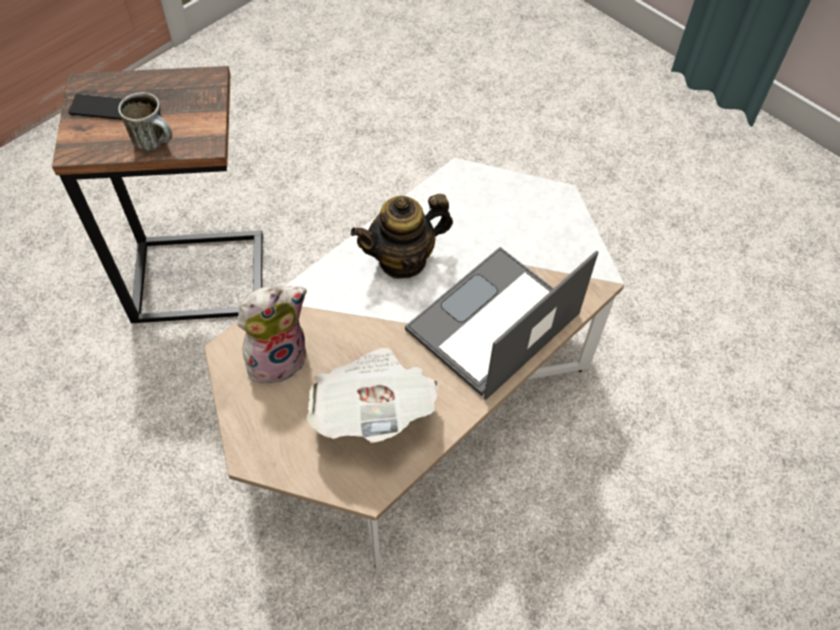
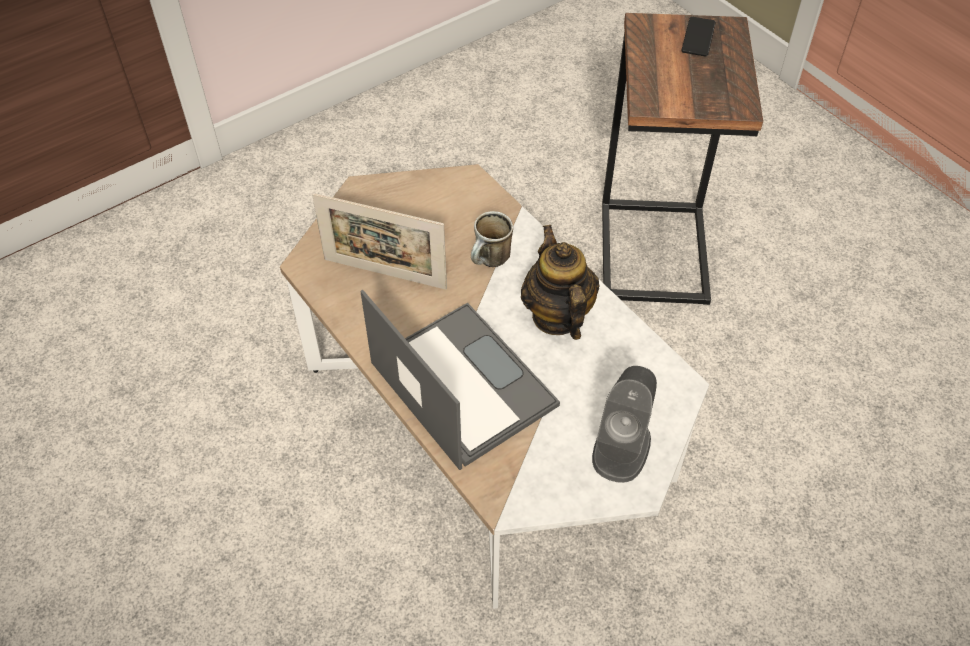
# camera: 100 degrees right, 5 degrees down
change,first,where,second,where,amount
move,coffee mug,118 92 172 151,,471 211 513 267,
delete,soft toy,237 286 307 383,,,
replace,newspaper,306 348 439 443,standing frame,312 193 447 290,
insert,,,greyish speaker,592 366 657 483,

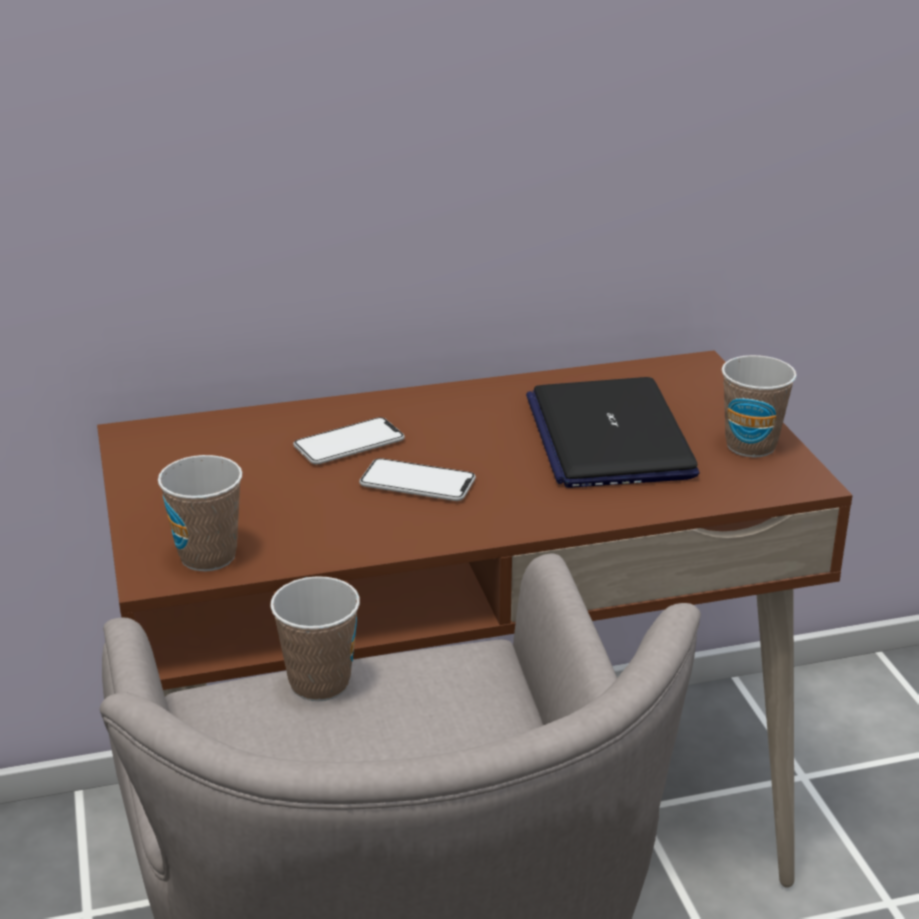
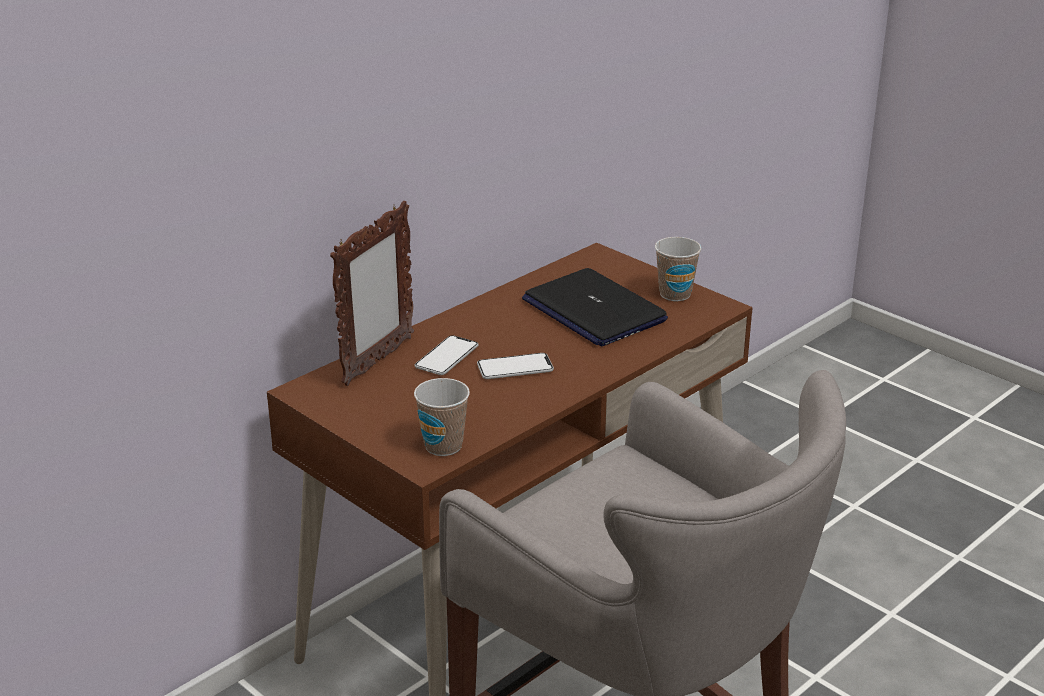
# camera: 30 degrees left, 0 degrees up
change,first,where,second,where,amount
delete,small cup,270 576 360 701,,,
insert,,,standing frame,330 201 414 386,

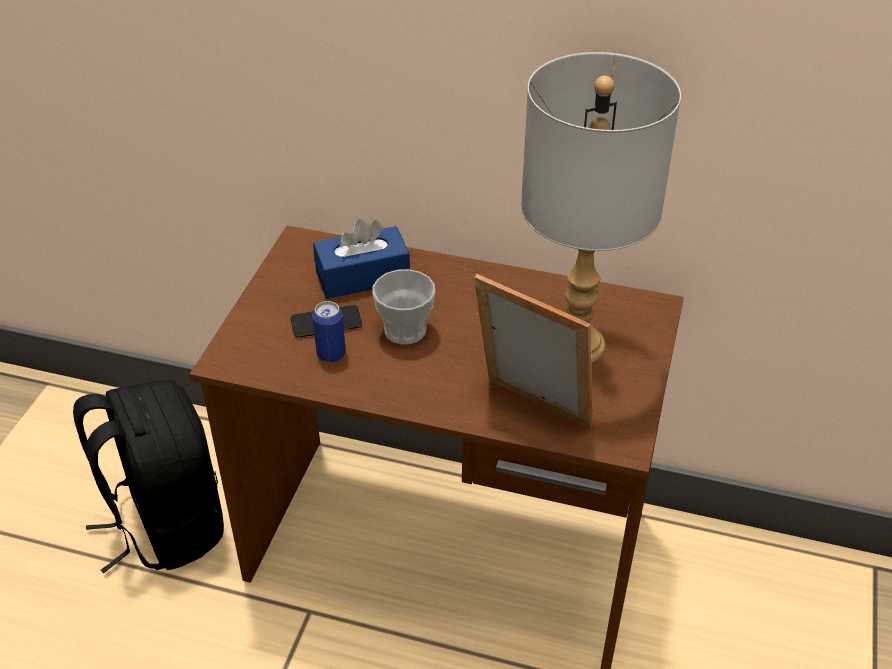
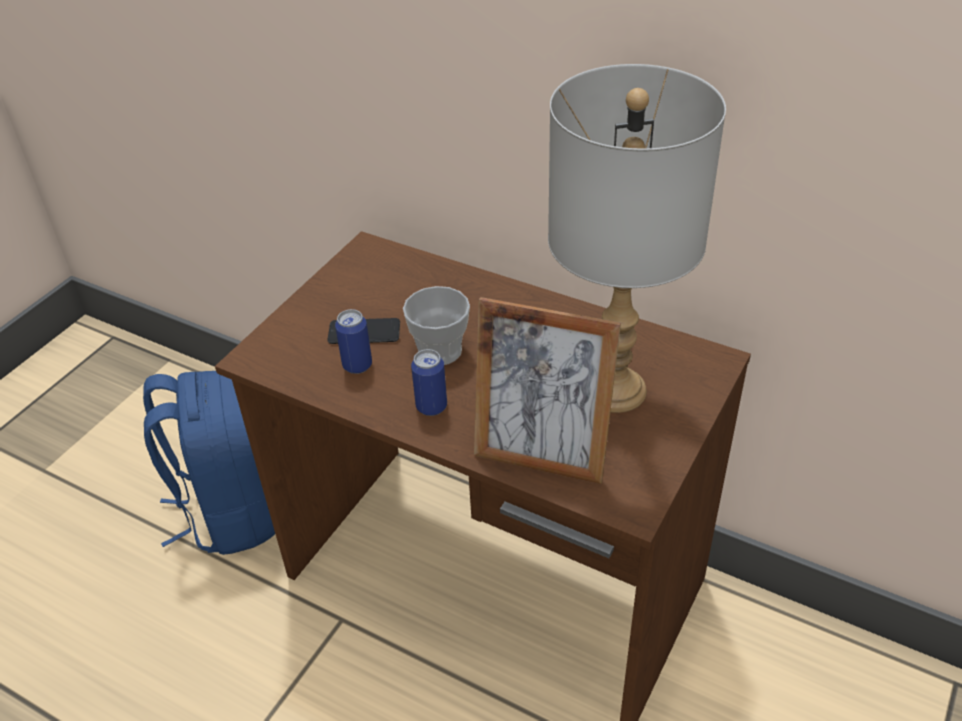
# camera: 15 degrees right, 0 degrees up
change,first,where,second,where,amount
delete,bluish tissue holder,313 219 410 299,,,
rotate,standing frame,474 274 592 429,,474 297 621 484,150 degrees clockwise
recolor,blackish rucksack,73 380 224 573,bluish rucksack,143 371 275 555,
insert,,,sealed can,411 349 447 416,

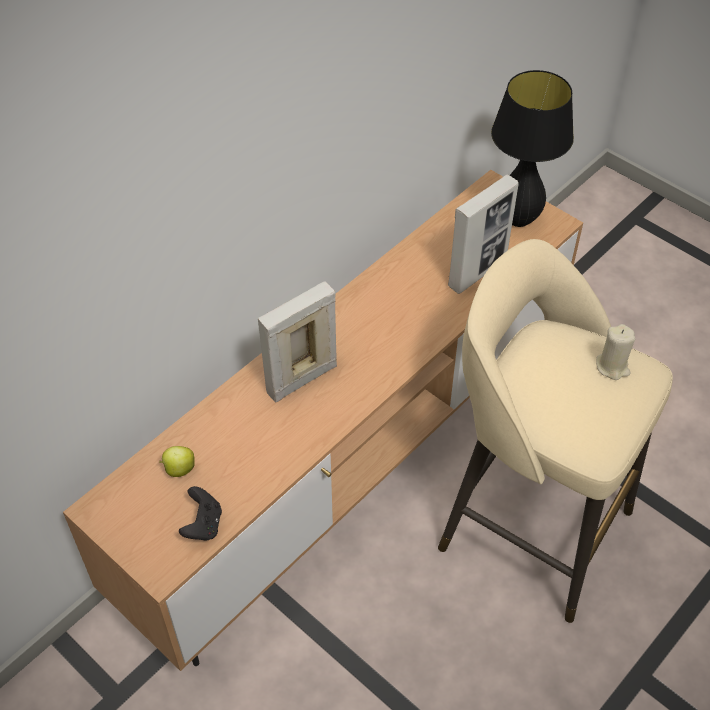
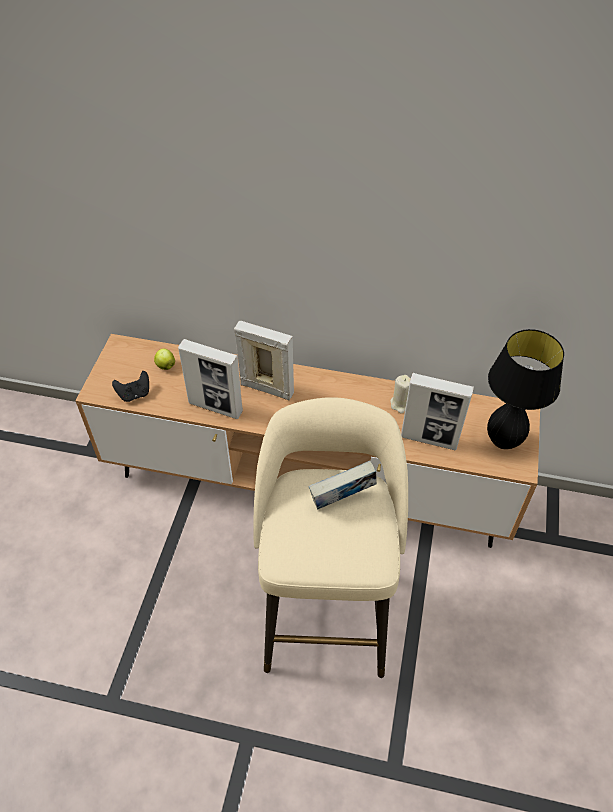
# camera: 60 degrees right, 0 degrees up
change,first,where,second,where,amount
move,beige candle,596 324 635 380,,390 375 411 414,
insert,,,standing frame,178 339 243 419,
insert,,,bound book,309 461 377 510,

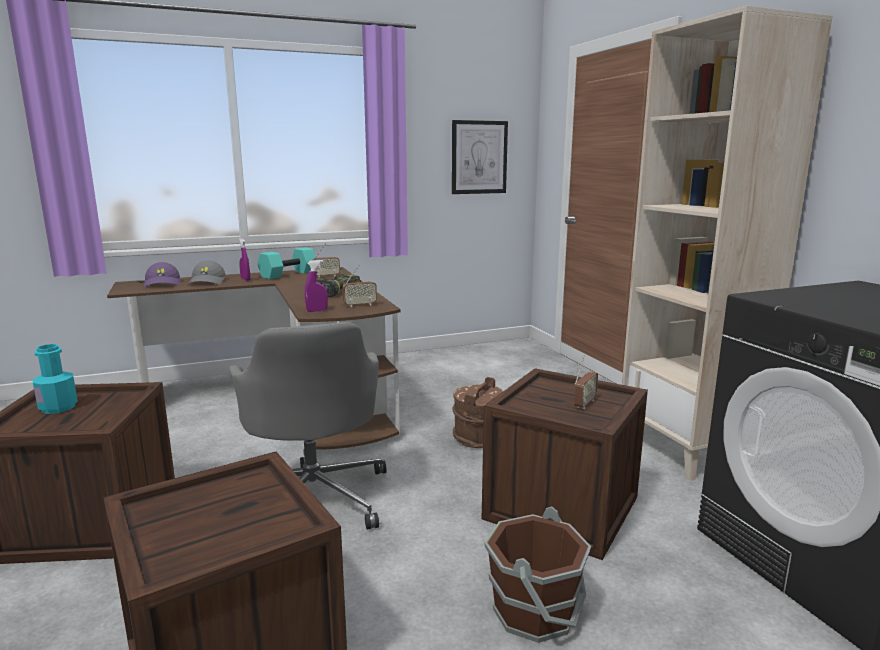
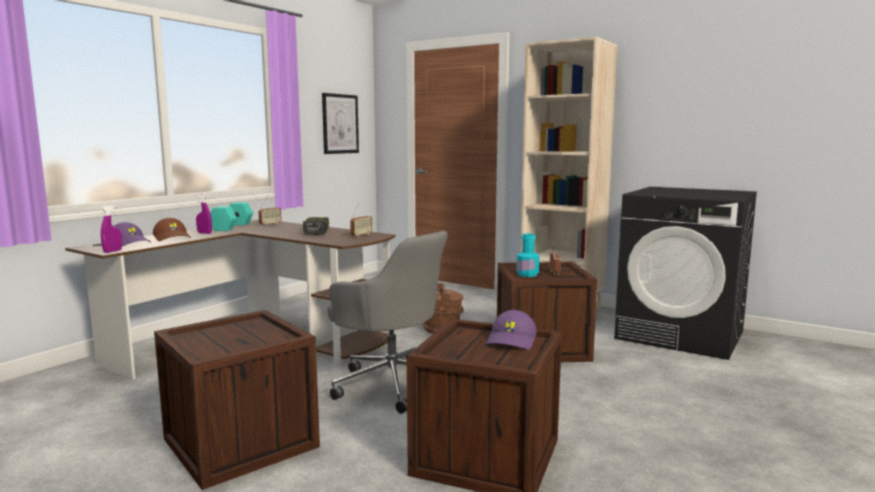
# camera: 35 degrees left, 5 degrees down
change,first,where,second,where,amount
move,purple-coloured sprayer,305 260 328 312,,101 205 122 253,
recolor,greyish peaked cap,188 261 226 284,brownish peaked cap,153 218 191 241,
move,blue-green beverage bottle,33 344 78 414,,516 234 539 277,
delete,brownish bucket,485 506 591 643,,,
insert,,,purple-coloured peaked cap,486 310 537 349,

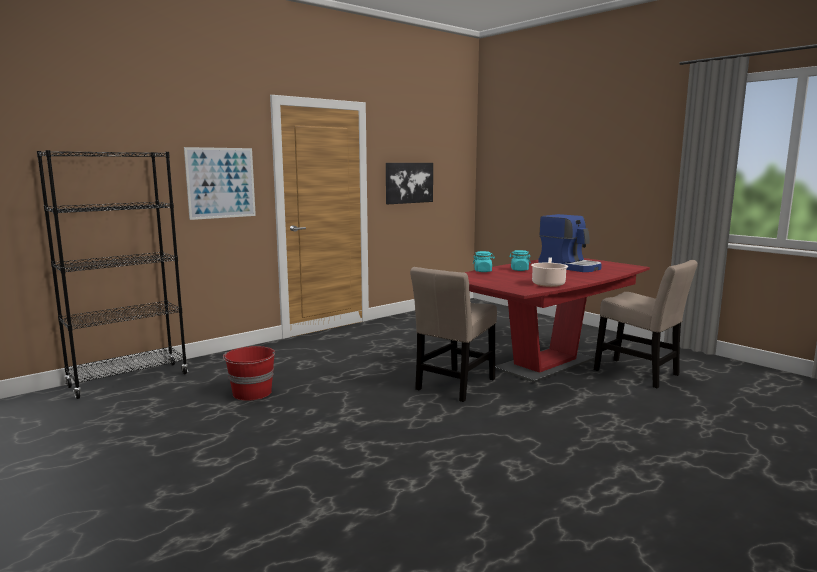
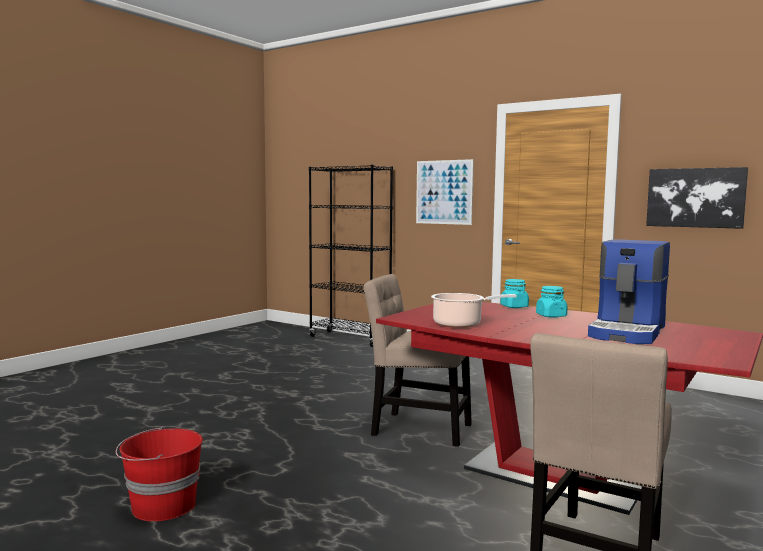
# camera: 75 degrees right, 5 degrees down
change,first,where,second,where,amount
move,red bucket,223 346 275 401,,116 426 203 522,

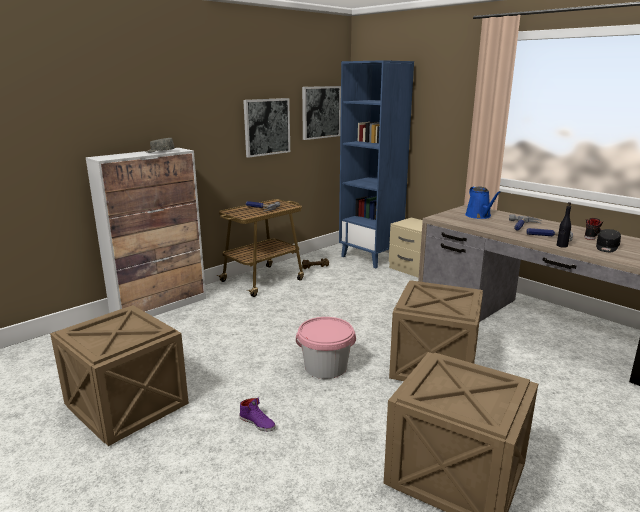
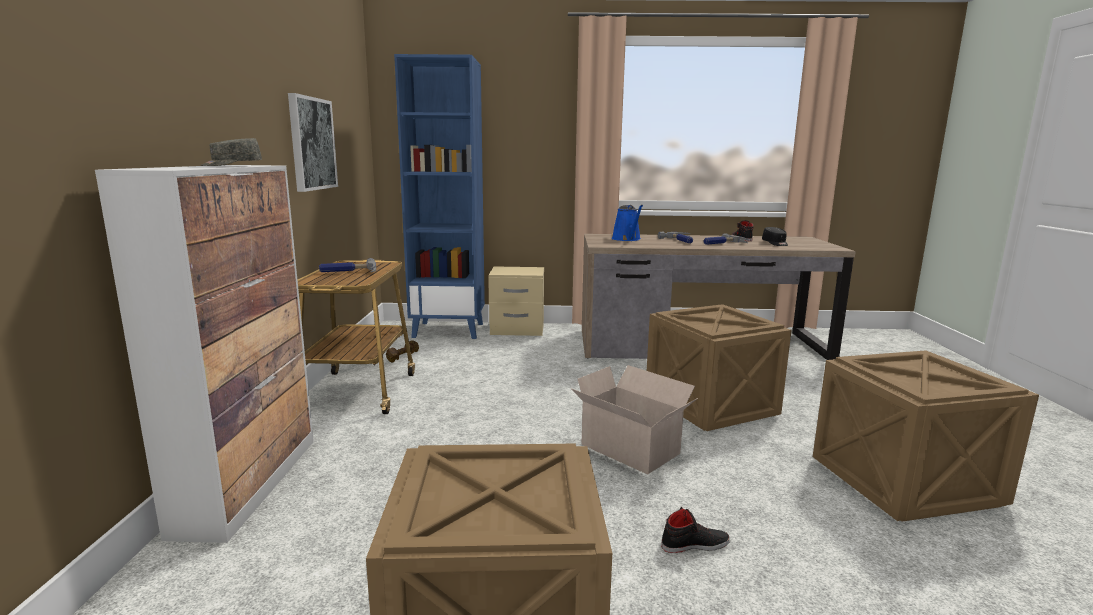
# camera: 45 degrees left, 5 degrees down
change,first,where,second,where,amount
delete,wall picture,302 86 341 140,,,
rotate,bluish sprinkling can,465 186 501 219,,612 205 643 241,45 degrees clockwise
delete,blackish beverage bottle,557 202 571 248,,,
replace,pinkish bucket,296 317 356 379,cardboard box,571 365 698 475,
recolor,purple-coloured item of footwear,239 398 275 432,blackish item of footwear,661 507 730 553,

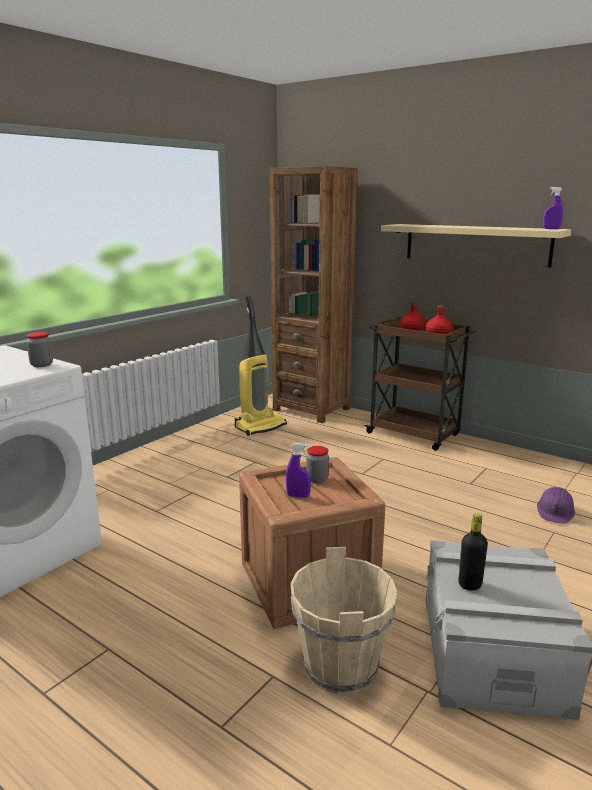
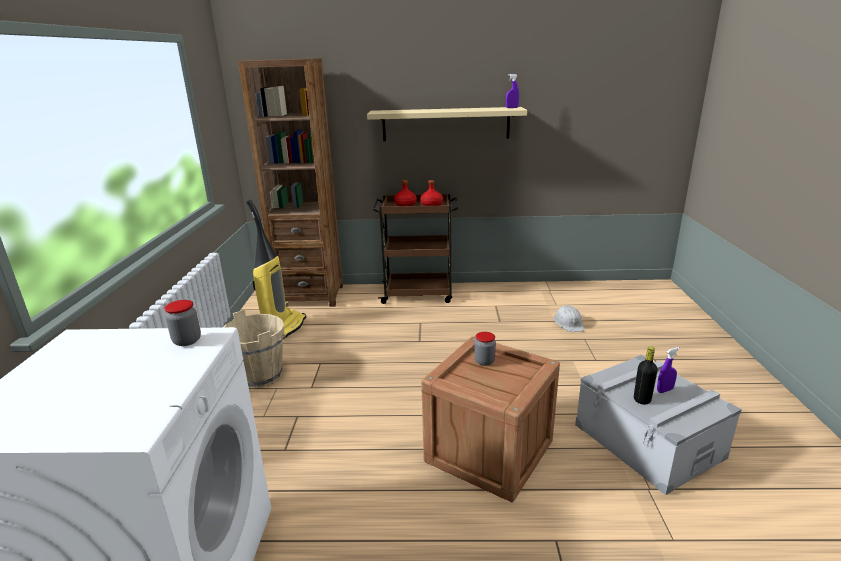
# camera: 35 degrees left, 5 degrees up
change,first,where,second,where,amount
move,purple-coloured sprayer,286 443 311 498,,657 347 680 393,
recolor,purple-coloured safety helmet,537 487 575 524,white-coloured safety helmet,554 305 584 332,
move,beige bucket,291 547 397 694,,224 310 285 388,

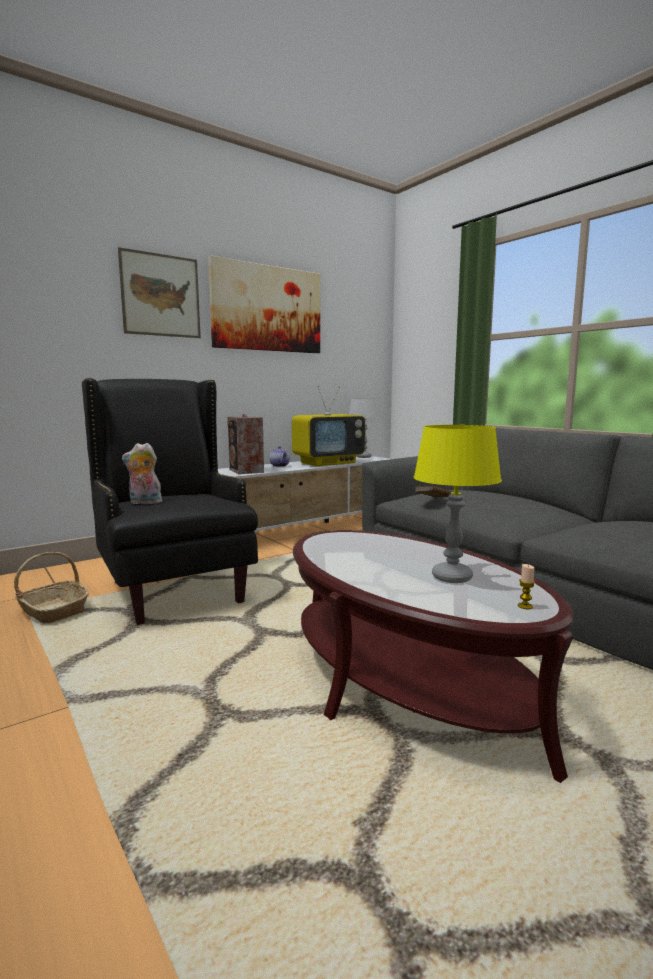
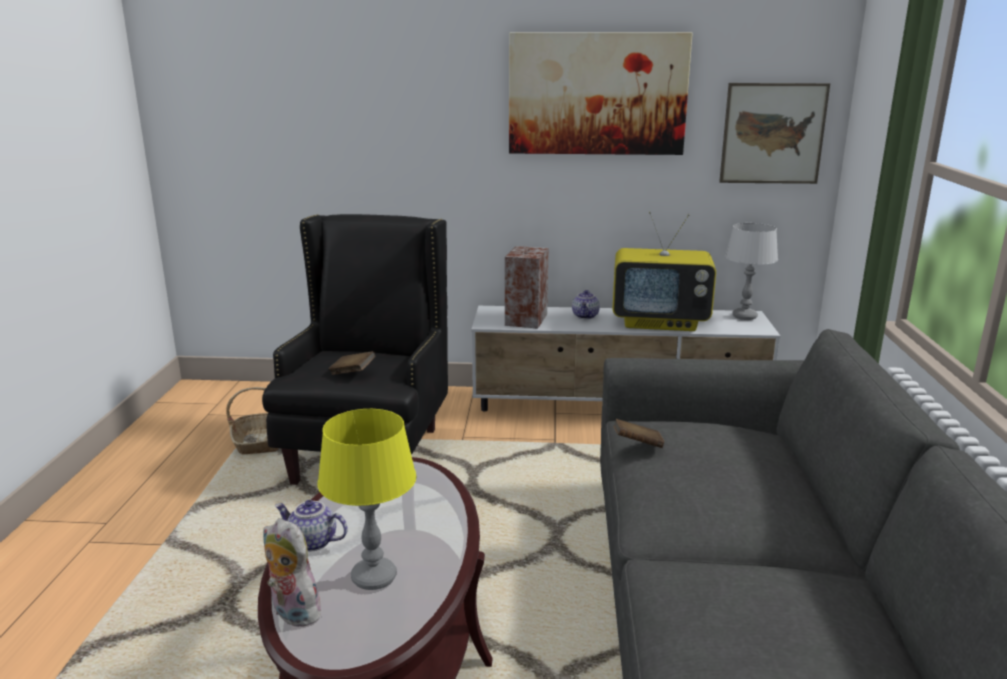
# camera: 40 degrees right, 10 degrees up
change,first,where,second,where,amount
move,wall picture,118 247 201 338,,719 83 830 184,
move,soft toy,122 443 162 504,,263 518 325 627,
delete,candle,518 564 535 609,,,
insert,,,brownish bound book,329 351 376 375,
insert,,,teapot,275 500 347 552,

